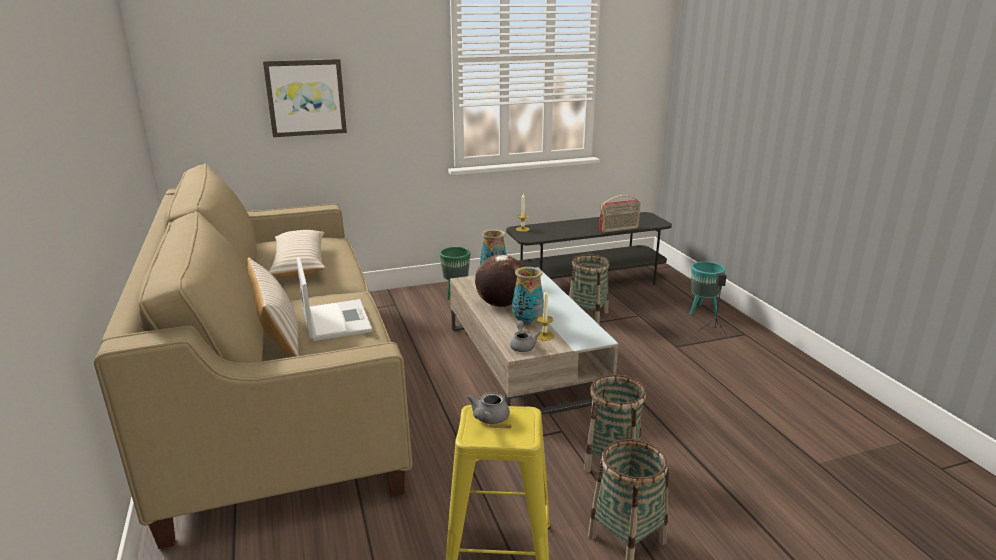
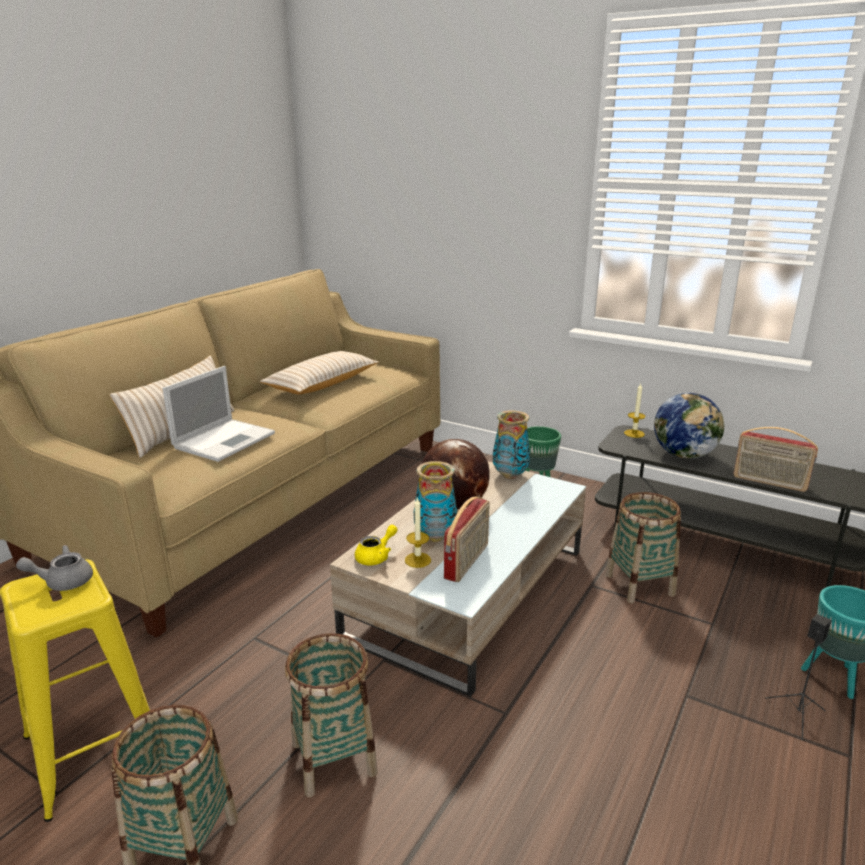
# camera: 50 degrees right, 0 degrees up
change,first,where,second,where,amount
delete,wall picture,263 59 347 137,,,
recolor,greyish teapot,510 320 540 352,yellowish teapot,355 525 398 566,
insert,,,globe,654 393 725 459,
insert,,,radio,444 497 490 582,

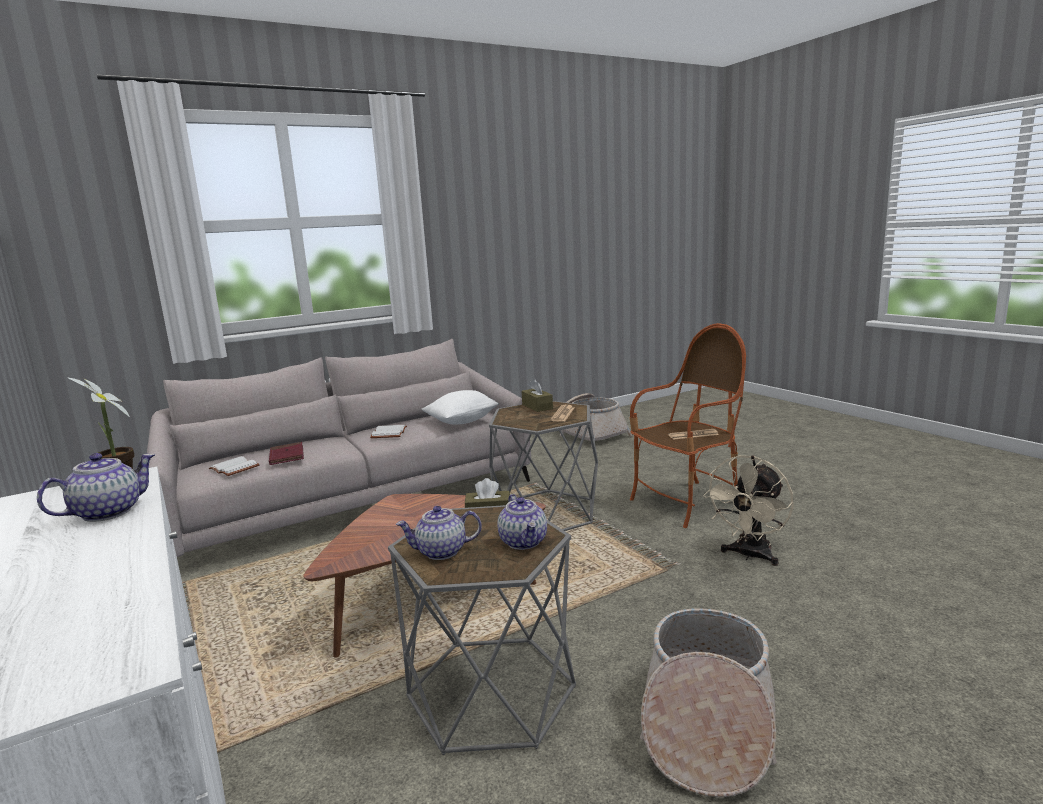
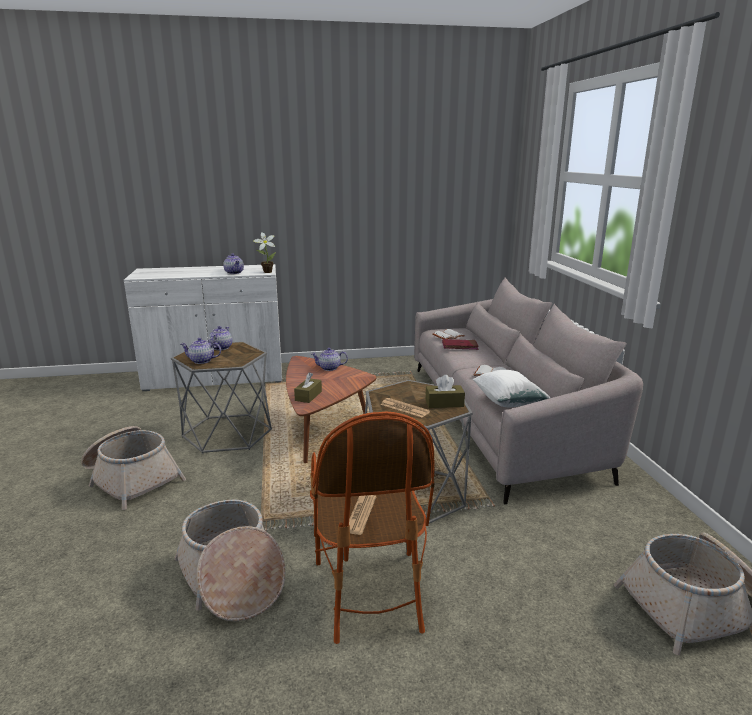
# camera: 110 degrees right, 5 degrees up
change,first,where,second,where,amount
replace,beige electric fan,703 455 794 566,household basket,174 500 286 621,
insert,,,teapot,311 348 348 371,

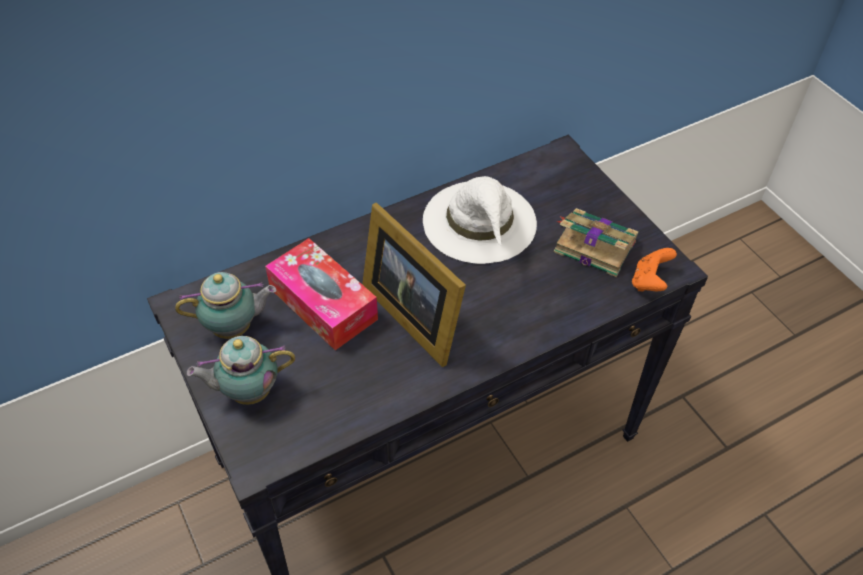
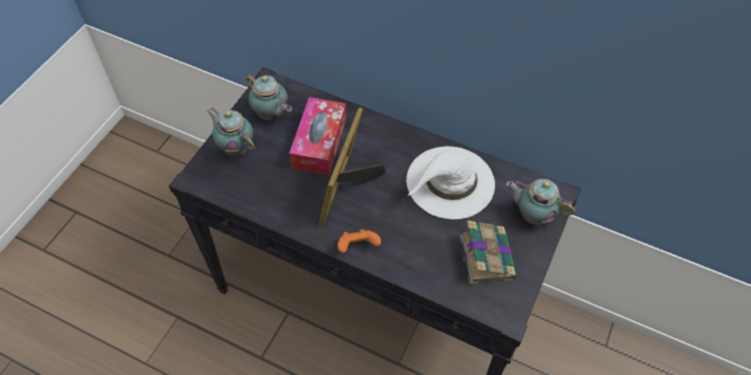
# camera: 55 degrees right, 5 degrees up
change,first,where,second,where,amount
move,orange-coloured joypad,632 248 677 292,,338 229 381 253,
insert,,,teapot,506 179 575 225,

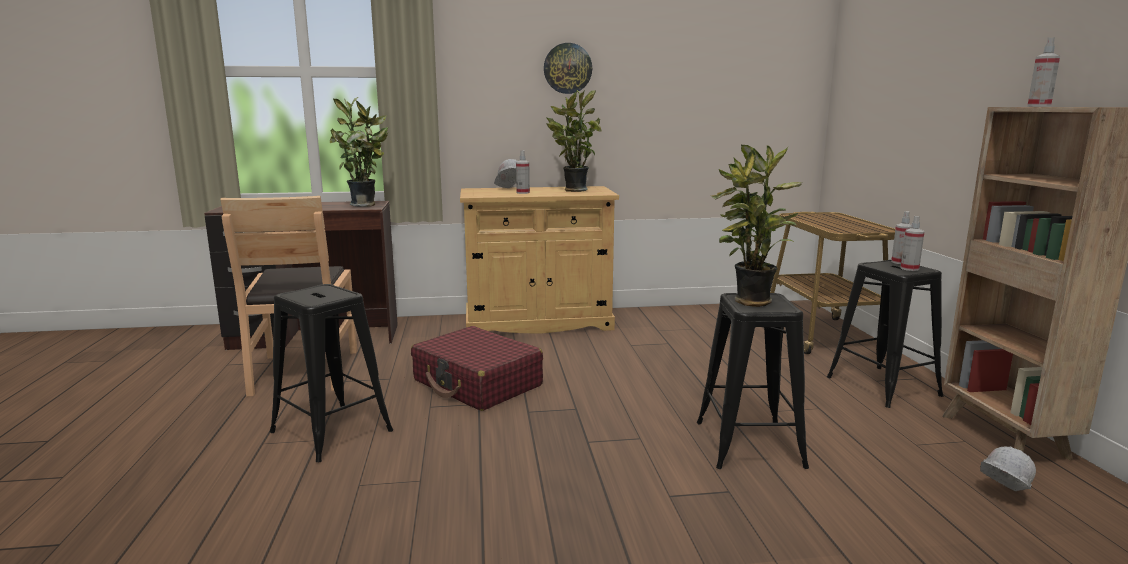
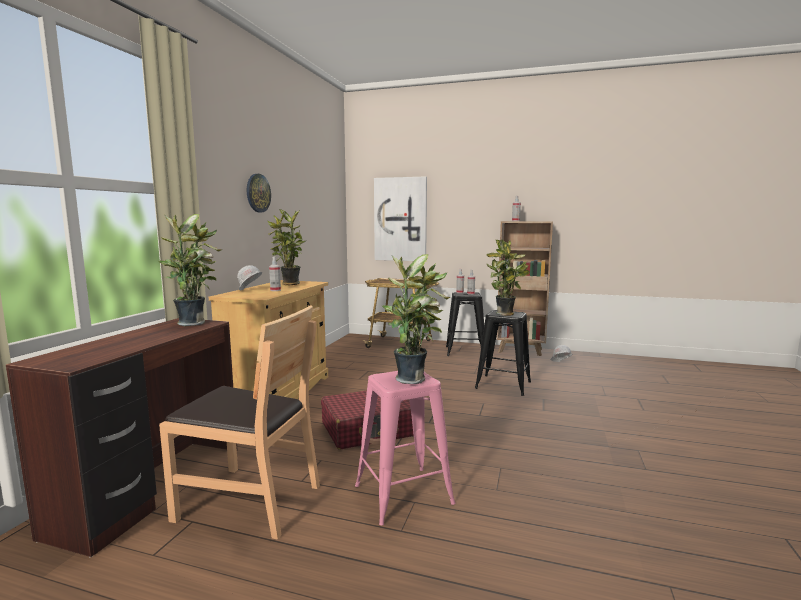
# camera: 65 degrees left, 5 degrees down
change,first,where,second,where,amount
recolor,blackish stool seat,270 284 393 462,pinkish stool seat,355 371 455 525,
insert,,,wall picture,374 176 427 261,
insert,,,plant in a pot,382 254 450 384,

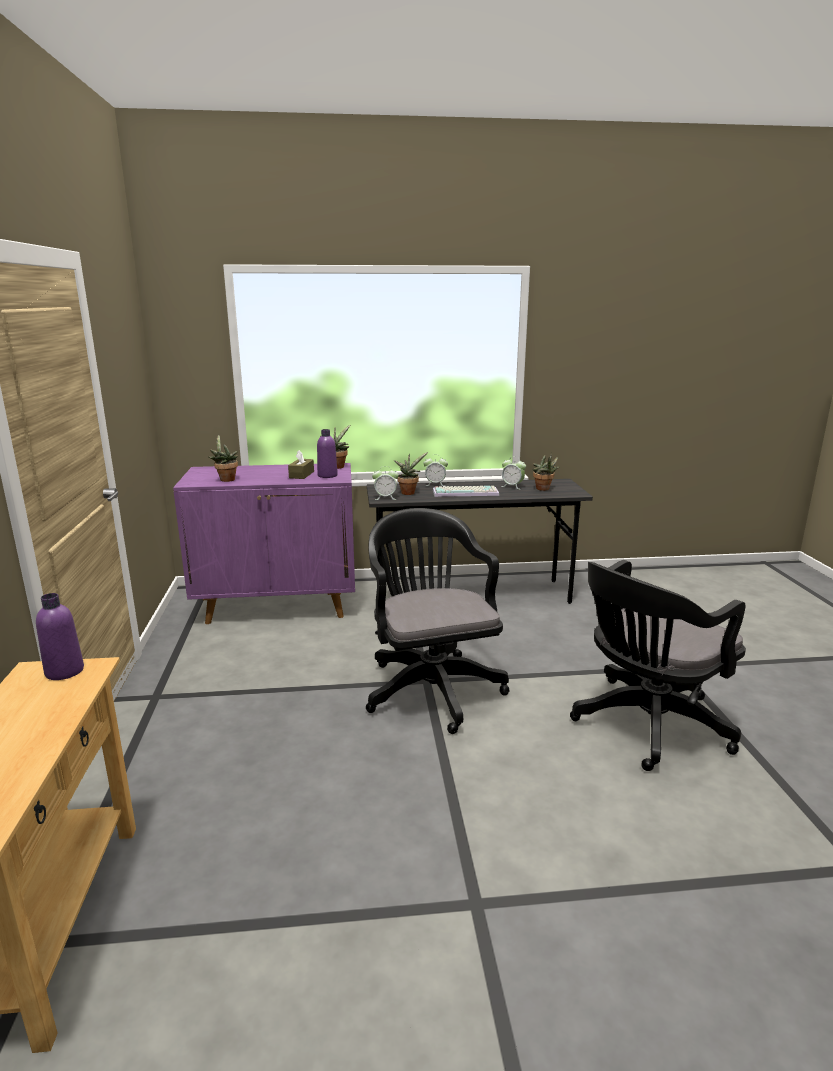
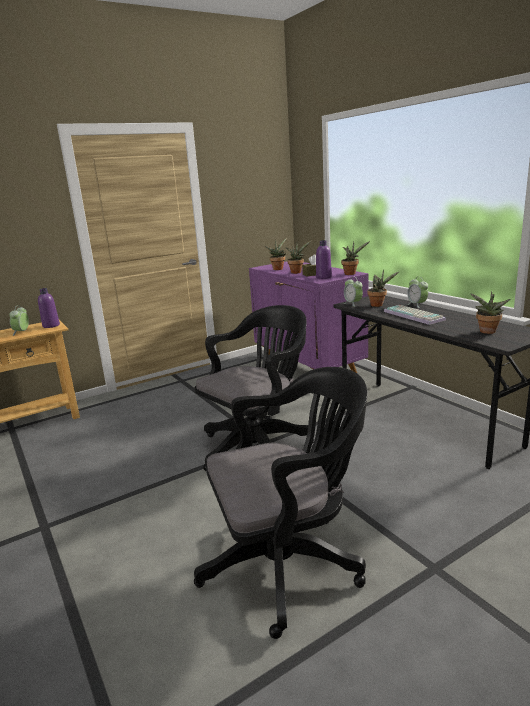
# camera: 65 degrees right, 0 degrees up
change,first,where,second,where,amount
move,table clock,501 457 526 490,,9 305 29 336,
rotate,blackish computer chair,570 560 746 771,,194 367 368 639,135 degrees clockwise
insert,,,plant in a pot,286 240 312 274,

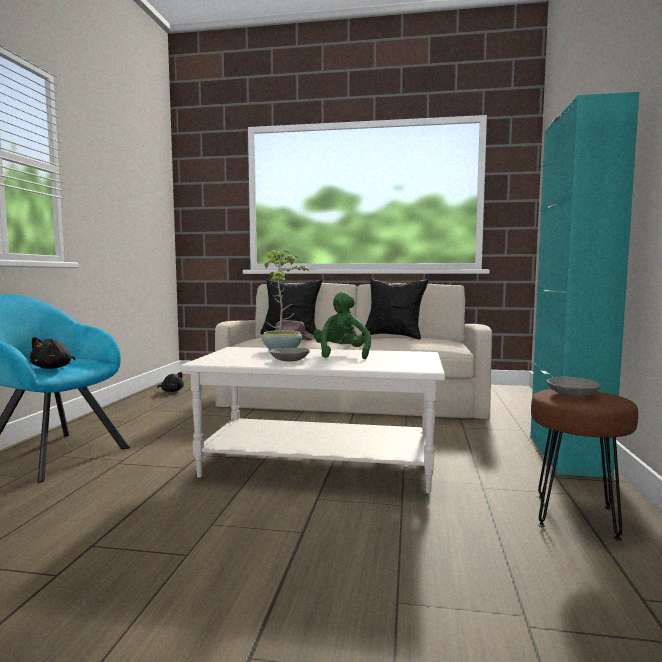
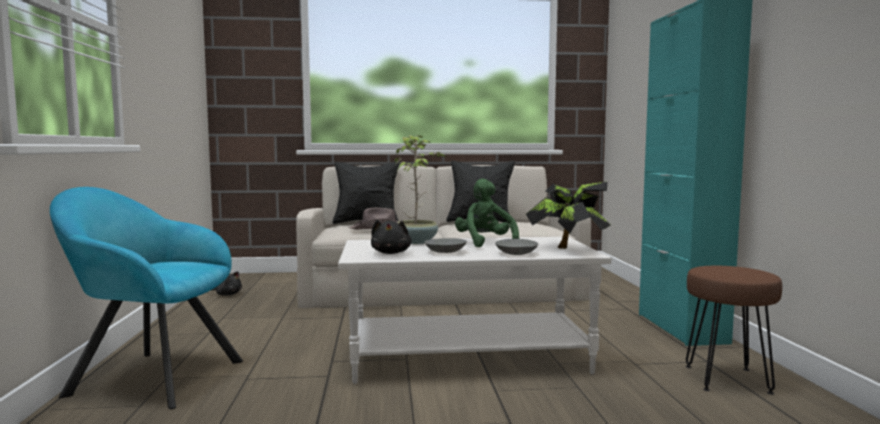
# camera: 15 degrees left, 0 degrees up
change,first,where,second,where,amount
move,blackish soft toy,30 337 75 369,,371 219 412 254,
move,greyish deep dish,546 377 601 397,,495 239 538 255,
insert,,,plant in a pot,526 182 610 249,

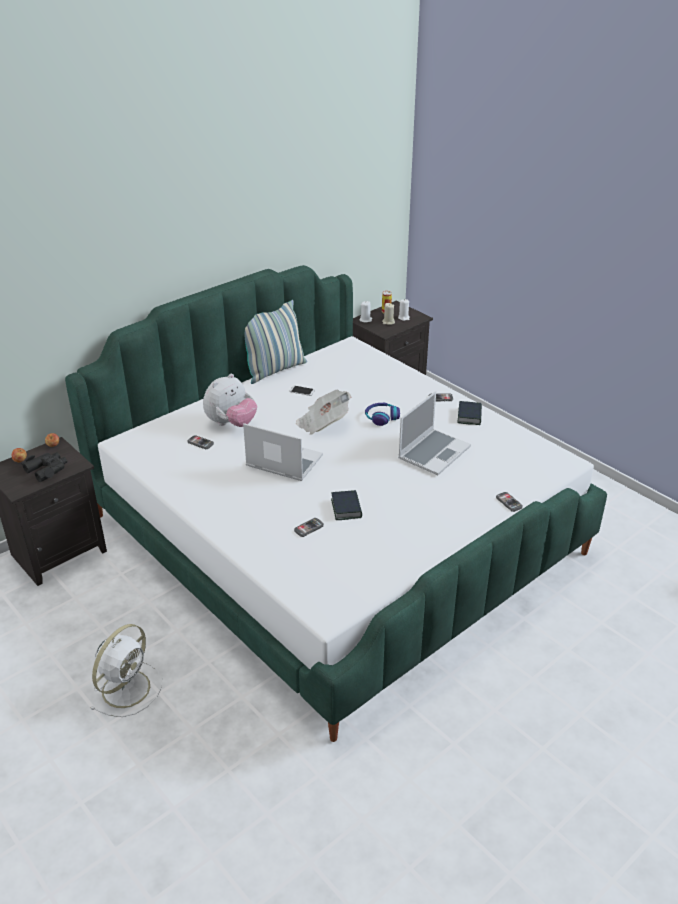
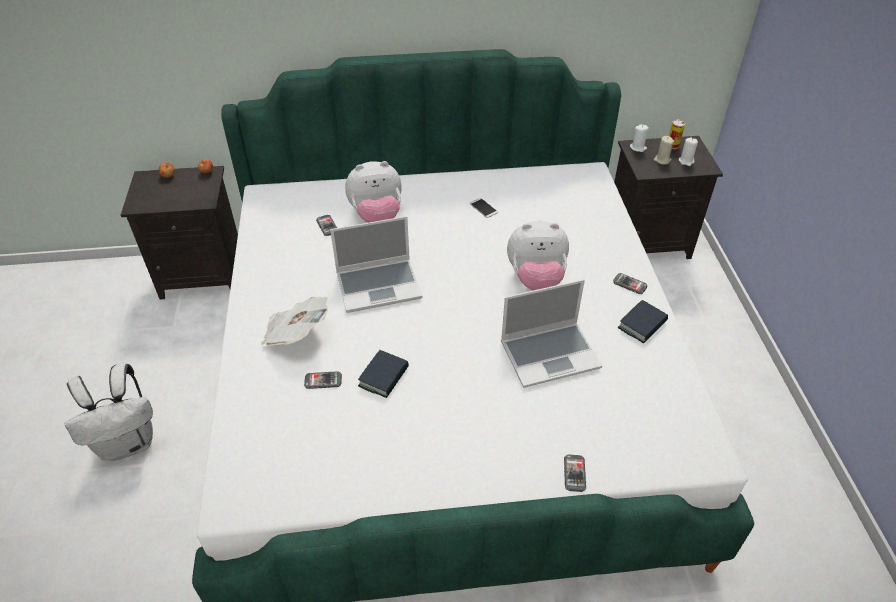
# camera: 35 degrees right, 10 degrees up
change,first,where,second,where,amount
delete,pillow,244 300 307 384,,,
move,newspaper,296 390 351 435,,261 297 328 346,
replace,pair of headphones,365 403 400 426,soft toy,507 221 569 290,
rotate,portable computer,243 423 323 481,,330 216 422 313,105 degrees clockwise
delete,blackish pair of binoculars,21 452 68 482,,,
replace,white-coloured electric fan,91 624 162 717,white-coloured rucksack,65 363 153 461,

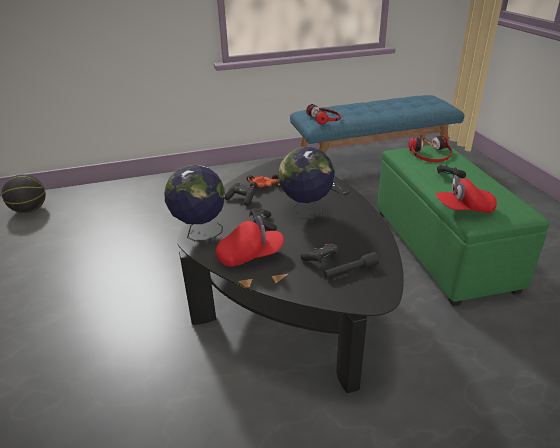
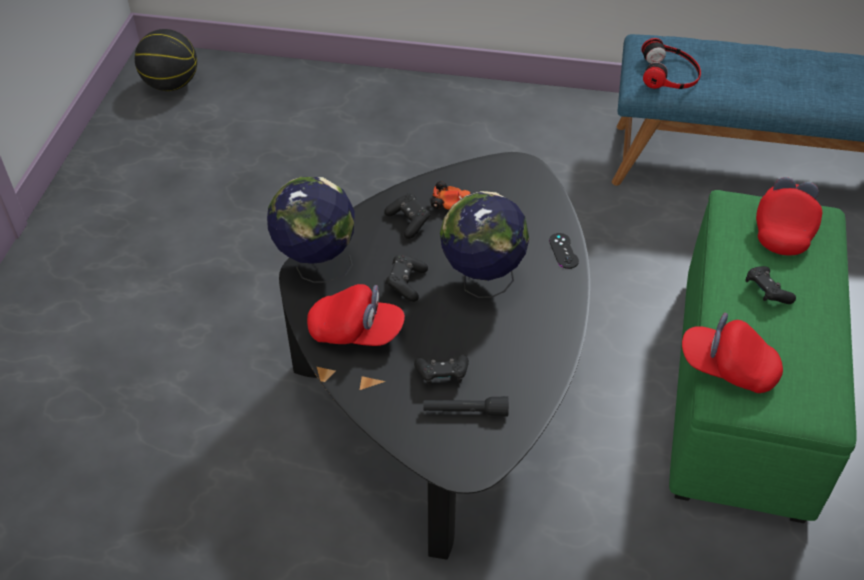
# camera: 25 degrees right, 15 degrees up
change,first,where,second,where,amount
replace,pair of headphones,408 135 452 162,red peaked cap,756 177 822 256,

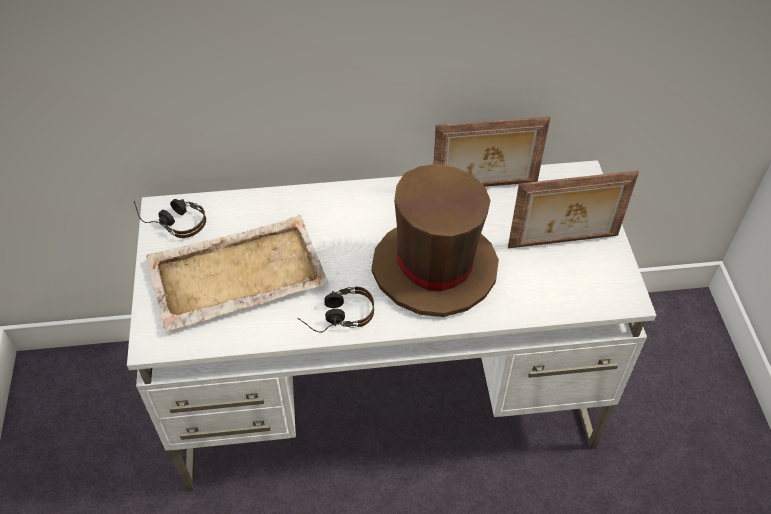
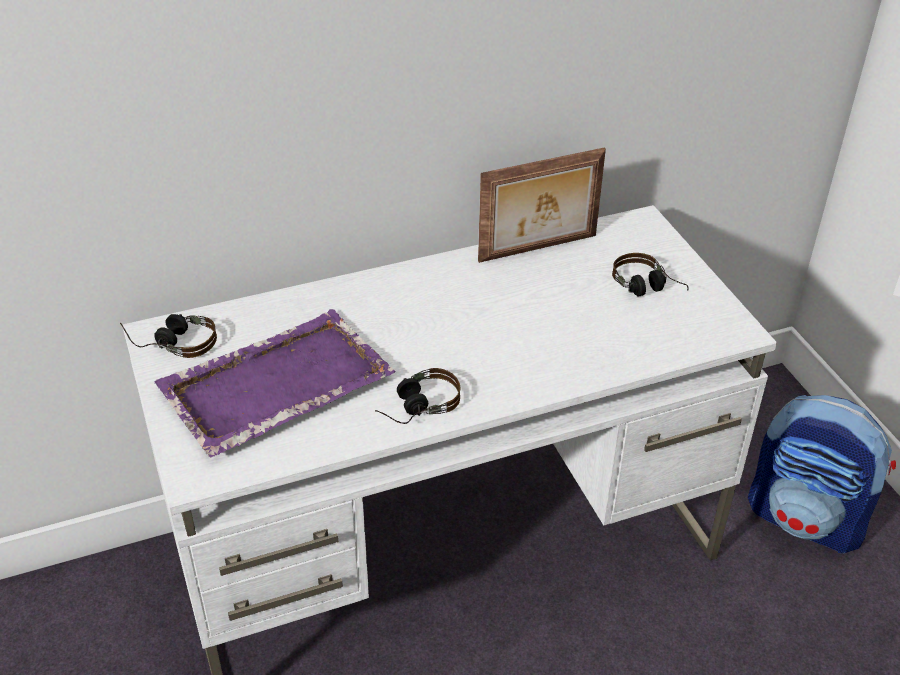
# camera: 15 degrees left, 10 degrees down
change,first,where,second,where,amount
delete,brownish hat,371 164 499 317,,,
replace,standing frame,508 171 639 248,pair of headphones,612 253 688 297,
recolor,beige serving tray,146 214 329 331,purple-coloured serving tray,155 309 395 457,
insert,,,rucksack,748 395 896 553,

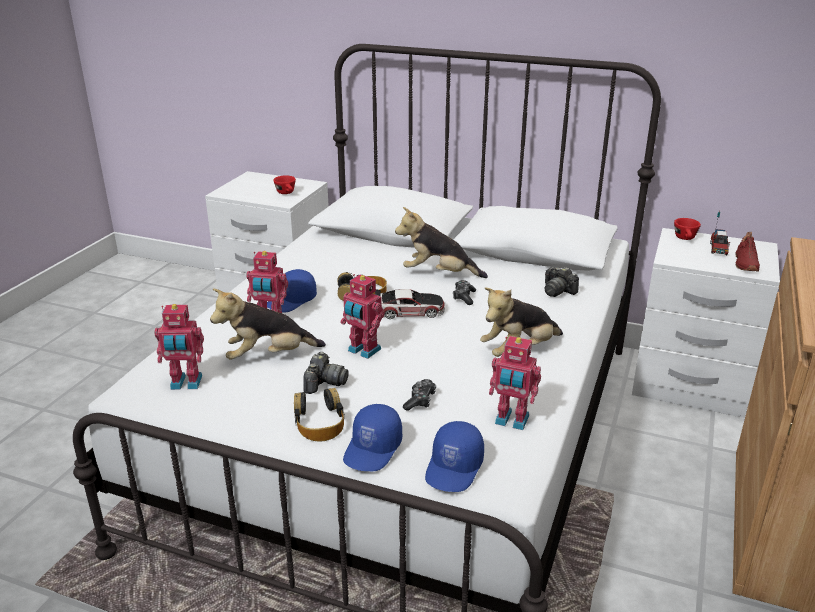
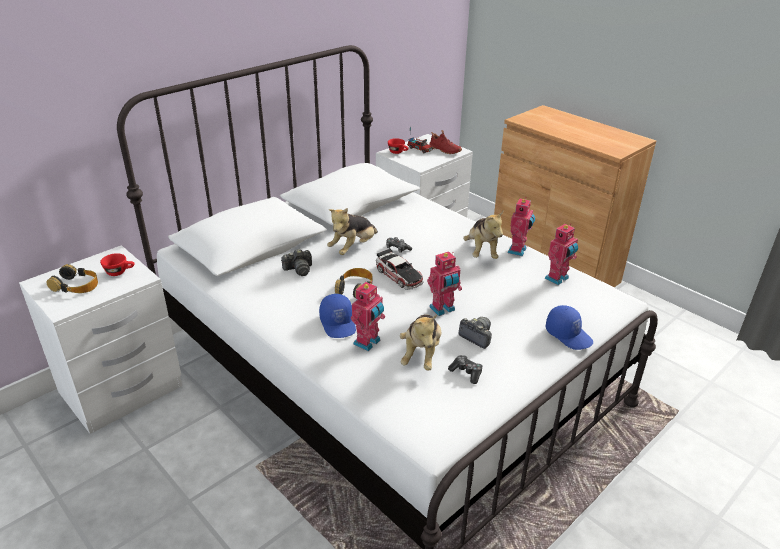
# camera: 65 degrees left, 5 degrees up
change,first,where,second,where,amount
move,photo camera,545 267 579 297,,281 249 312 276,
rotate,toy car,375 289 445 319,,376 249 423 290,120 degrees clockwise
move,toy robot,154 304 204 390,,507 197 535 256,
move,joypad,403 379 436 411,,448 355 483 384,
move,pair of headphones,294 388 345 442,,46 264 98 293,
delete,bluish peaked cap,425 421 484 492,,,

